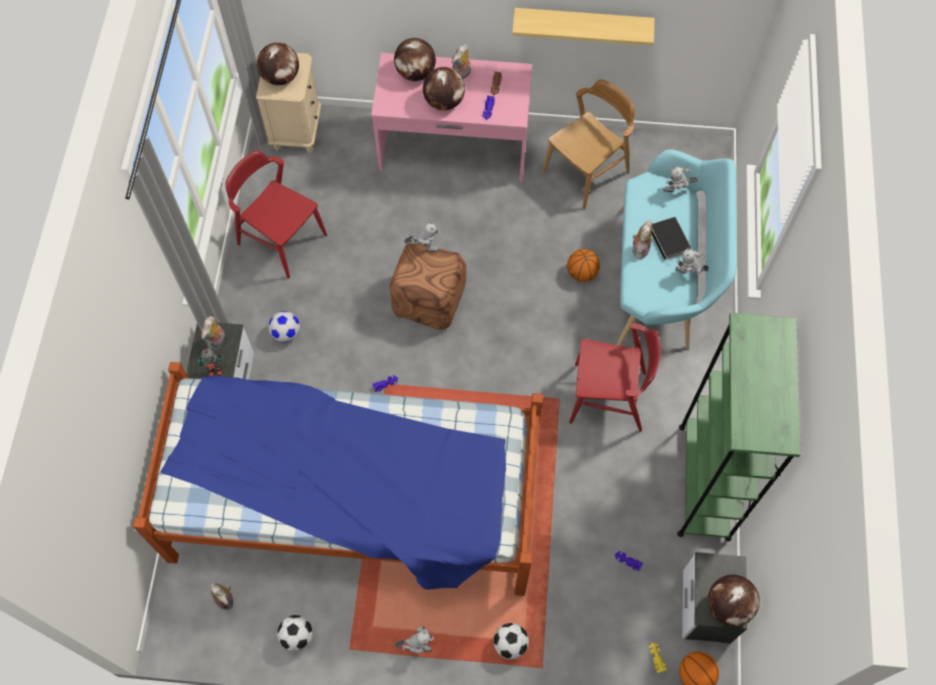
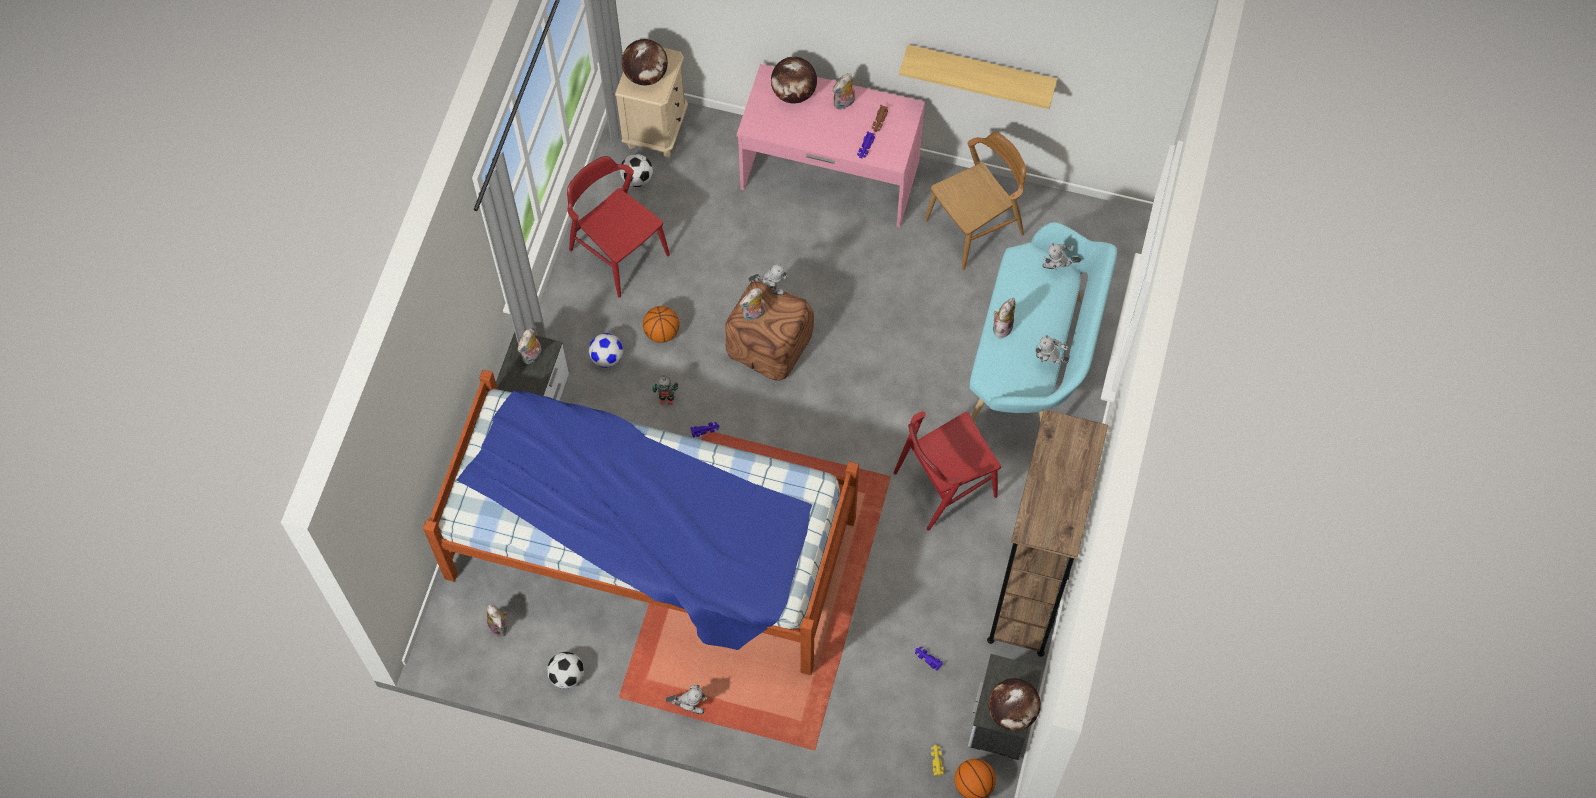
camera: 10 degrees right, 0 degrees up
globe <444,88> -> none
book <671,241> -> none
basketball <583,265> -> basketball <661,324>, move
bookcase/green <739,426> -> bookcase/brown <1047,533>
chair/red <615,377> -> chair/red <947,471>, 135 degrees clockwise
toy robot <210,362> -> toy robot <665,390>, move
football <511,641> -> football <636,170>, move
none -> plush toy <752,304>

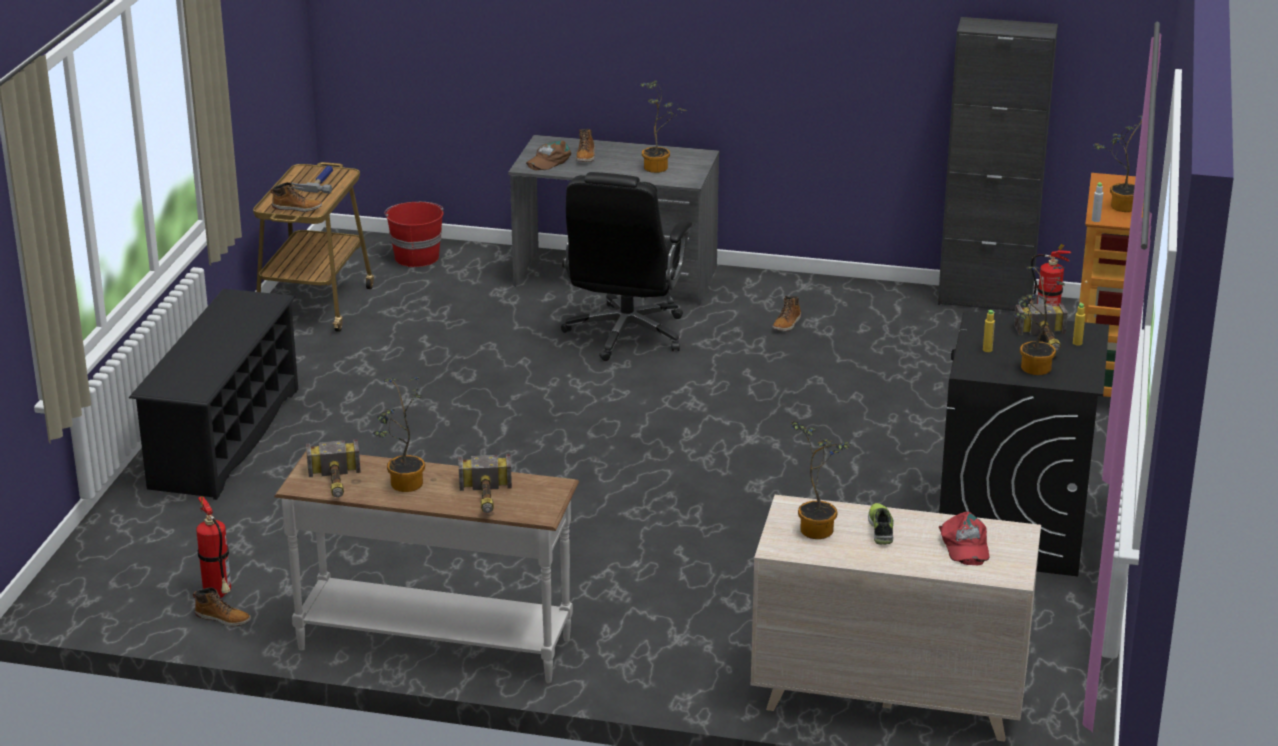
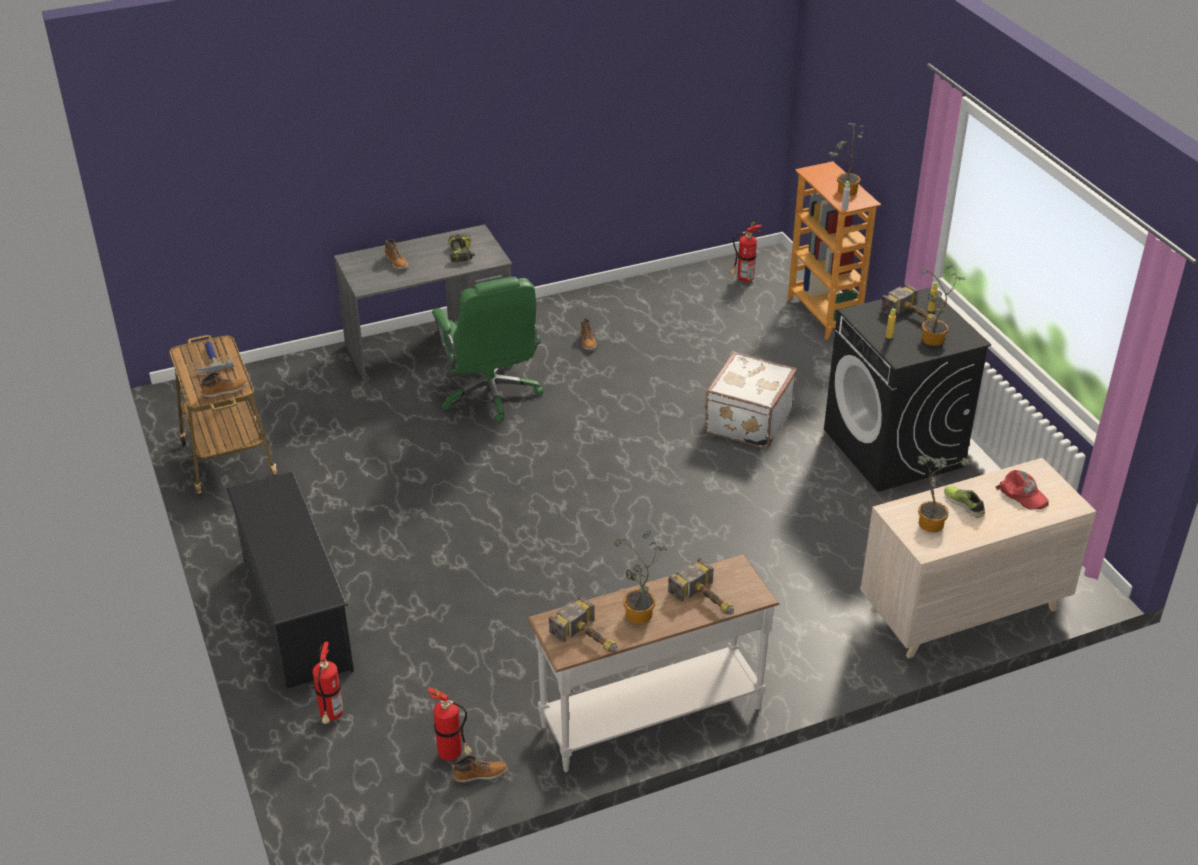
camera: 35 degrees left, 10 degrees up
cabinet/black <998,164> -> none
potted plant <664,126> -> power drill <462,248>
cap/brown <548,155> -> none
office chair/black <626,266> -> office chair/green <487,350>
bucket/red <414,234> -> none
none -> suitcase/white <751,400>
none -> fire extinguisher <328,683>

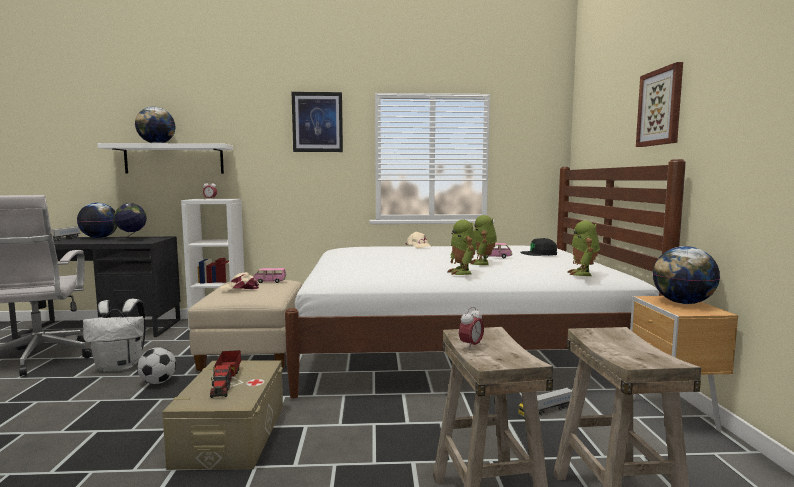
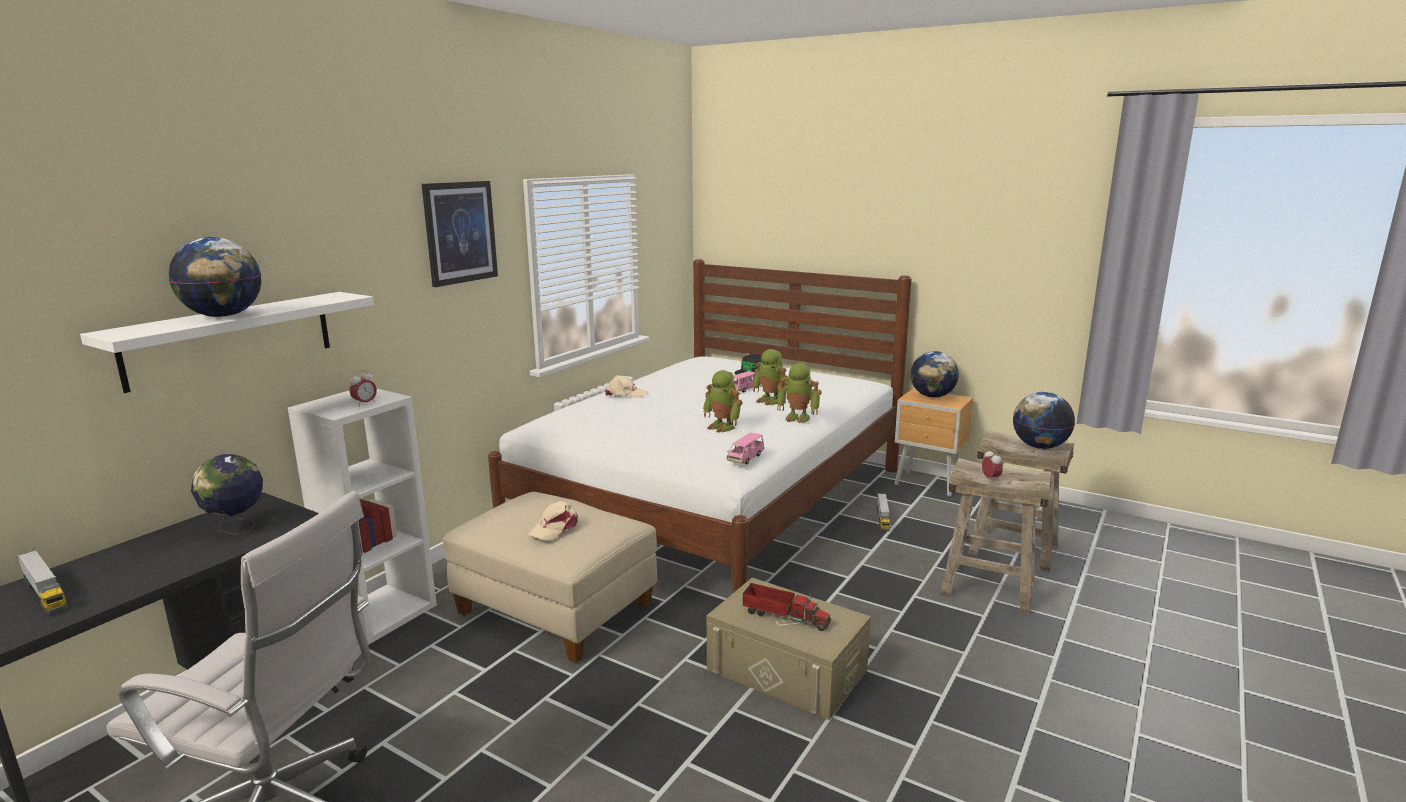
camera: 55 degrees left, 10 degrees up
picture <659,104> -> none
globe <97,220> -> globe <1044,420>, move
toy robot <584,248> -> toy robot <722,401>, move
toy car/pink <270,275> -> toy car/pink <745,448>, move
backpack/white <114,335> -> none
football <156,365> -> none

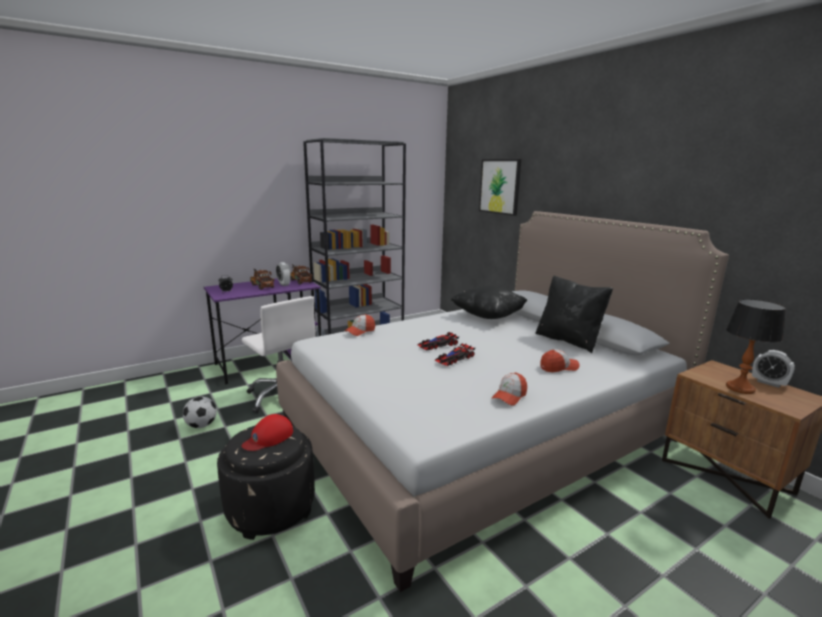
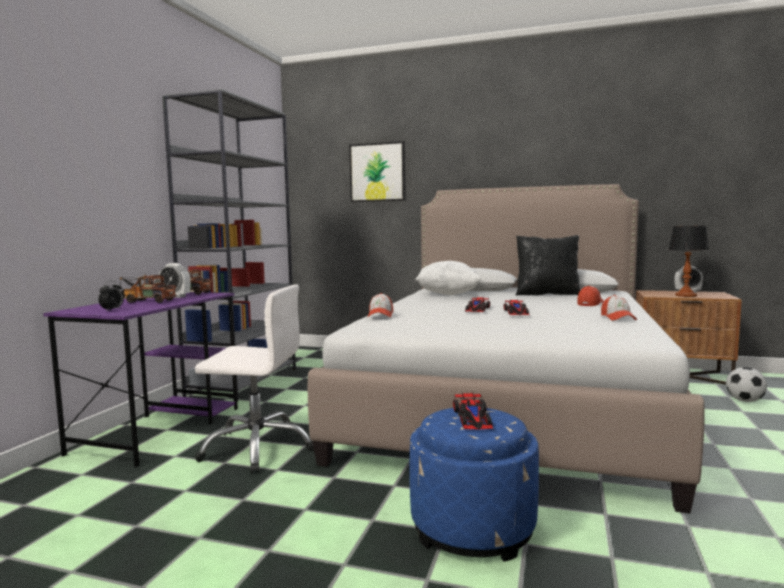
camera: 40 degrees left, 10 degrees down
pillow/black <489,302> -> pillow/white <448,278>
football <200,412> -> football <746,384>, move
cap/red <267,432> -> toy car <473,411>
ottoman/black <266,482> -> ottoman/blue <474,485>

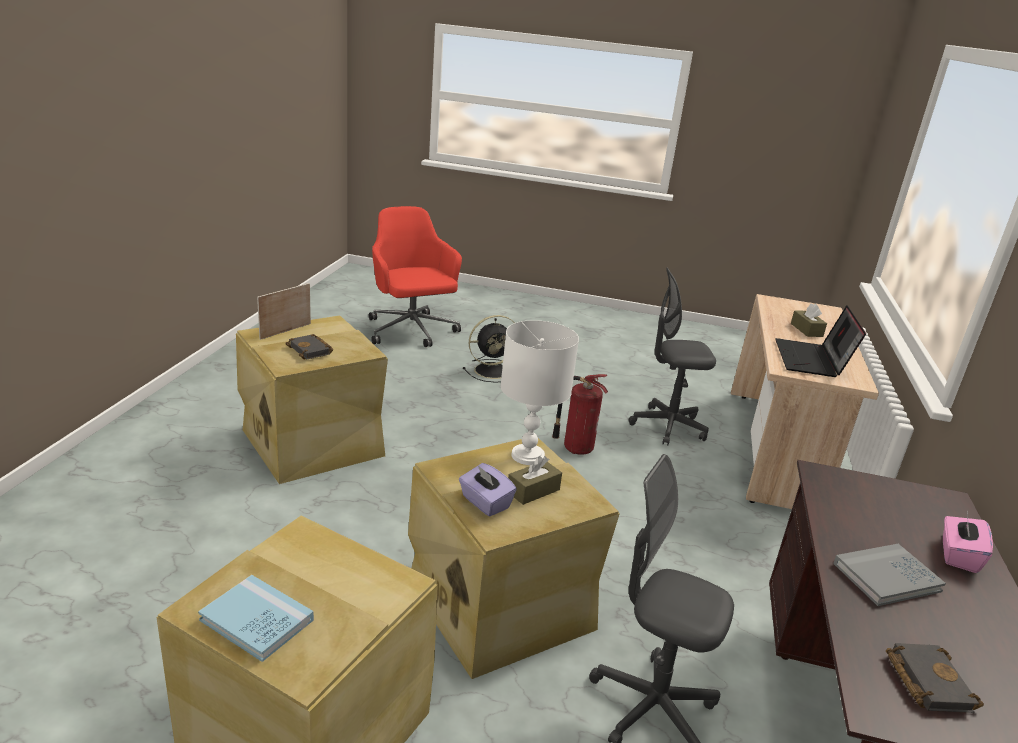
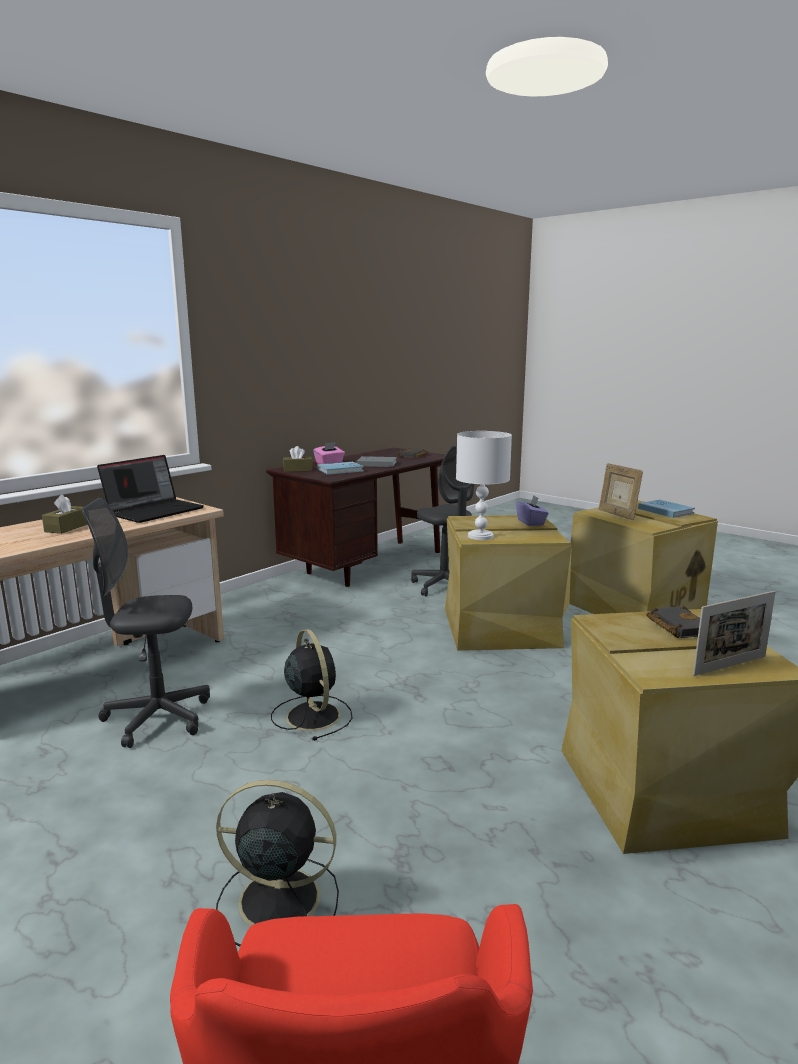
camera: 150 degrees left, 10 degrees down
office chair/grey <672,357> -> office chair/grey <146,623>, 150 degrees clockwise
fire extinguisher <580,414> -> fan/black <311,685>
tissue box/brown <535,480> -> tissue box/brown <298,459>, move
none -> book/blue <340,468>
none -> picture frame <621,491>

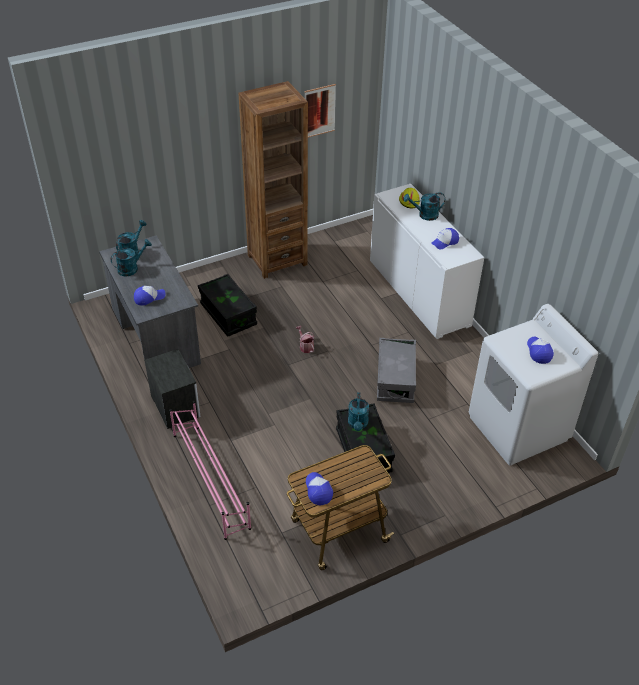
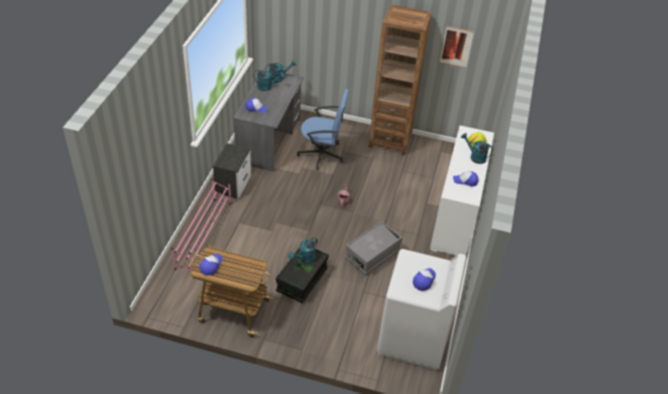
camera: 40 degrees right, 0 degrees up
storage box/black <227,305> -> office chair/blue <323,129>

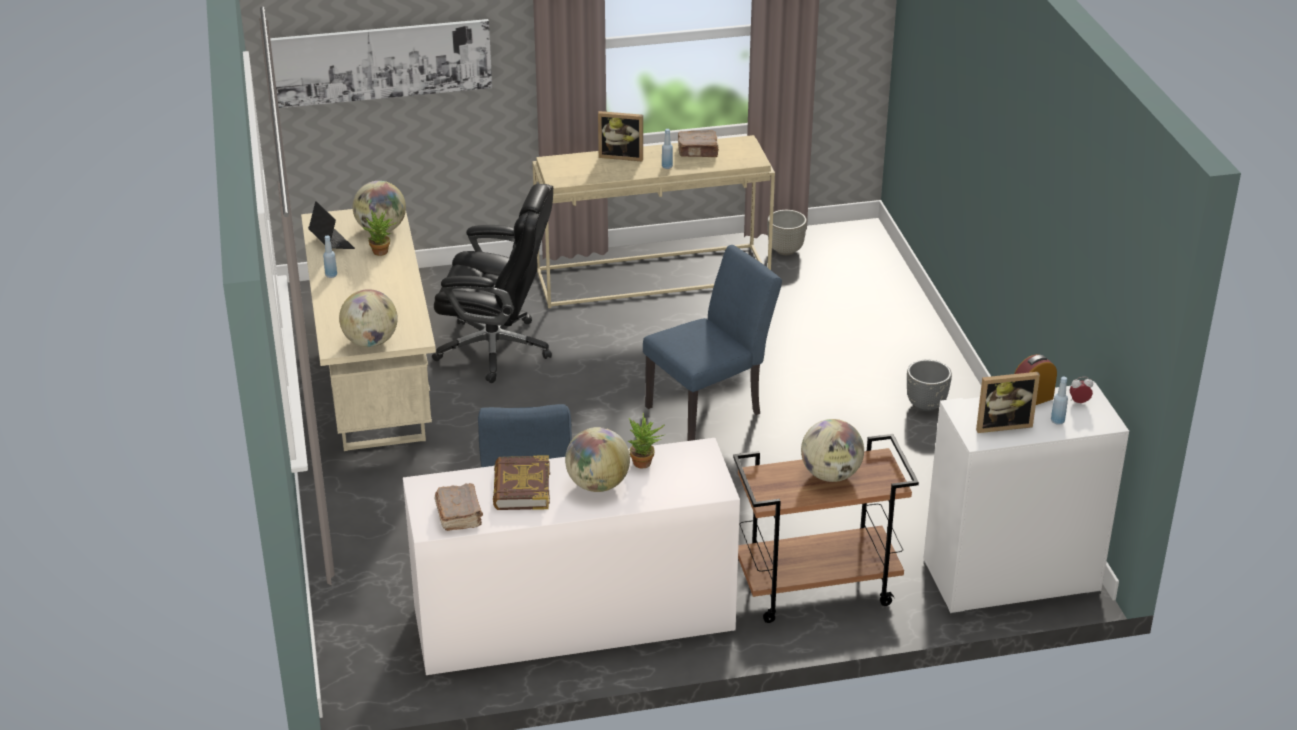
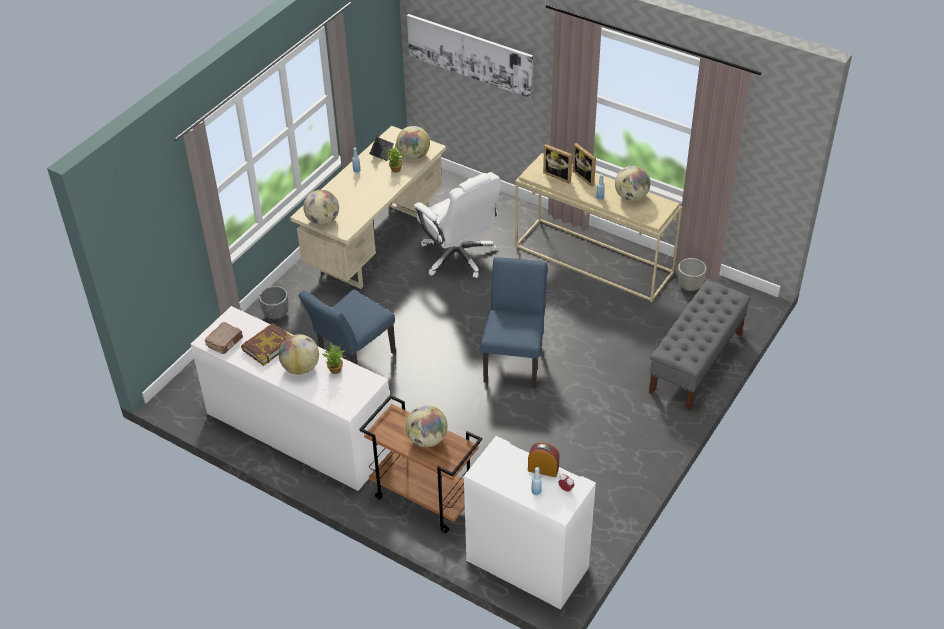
camera: 45 degrees right, 10 degrees up
book/brown <698,143> -> globe <633,183>
office chair/black <492,283> -> office chair/white <457,225>
chair/blue <712,343> -> chair/blue <514,322>, 90 degrees counterclockwise
planter/grey <929,385> -> planter/grey <273,303>, move
picture frame <1008,402> -> picture frame <557,164>, move
none -> bench/grey <700,345>

